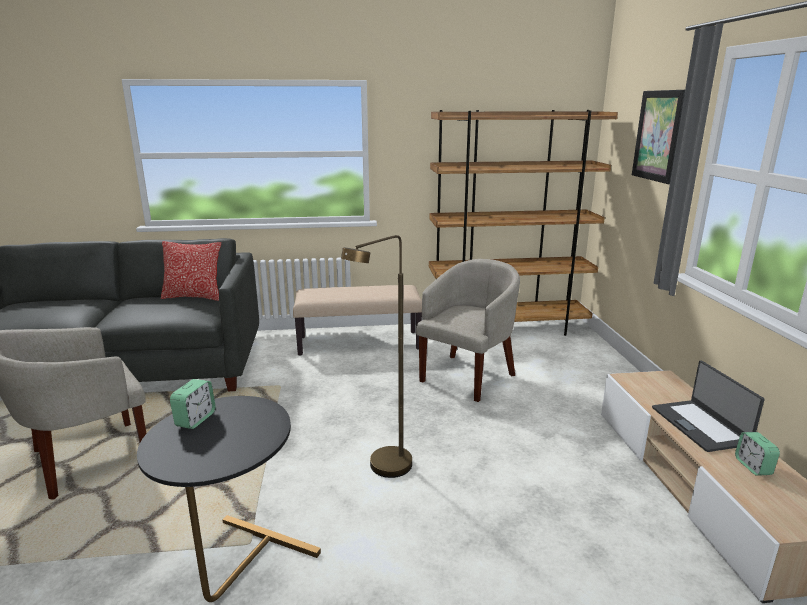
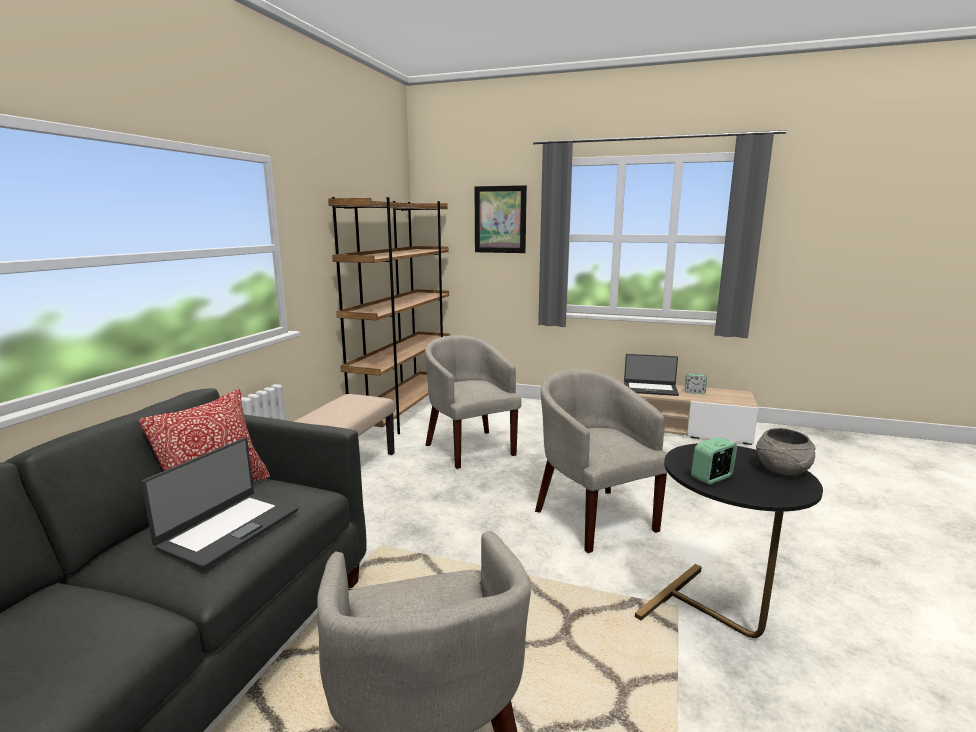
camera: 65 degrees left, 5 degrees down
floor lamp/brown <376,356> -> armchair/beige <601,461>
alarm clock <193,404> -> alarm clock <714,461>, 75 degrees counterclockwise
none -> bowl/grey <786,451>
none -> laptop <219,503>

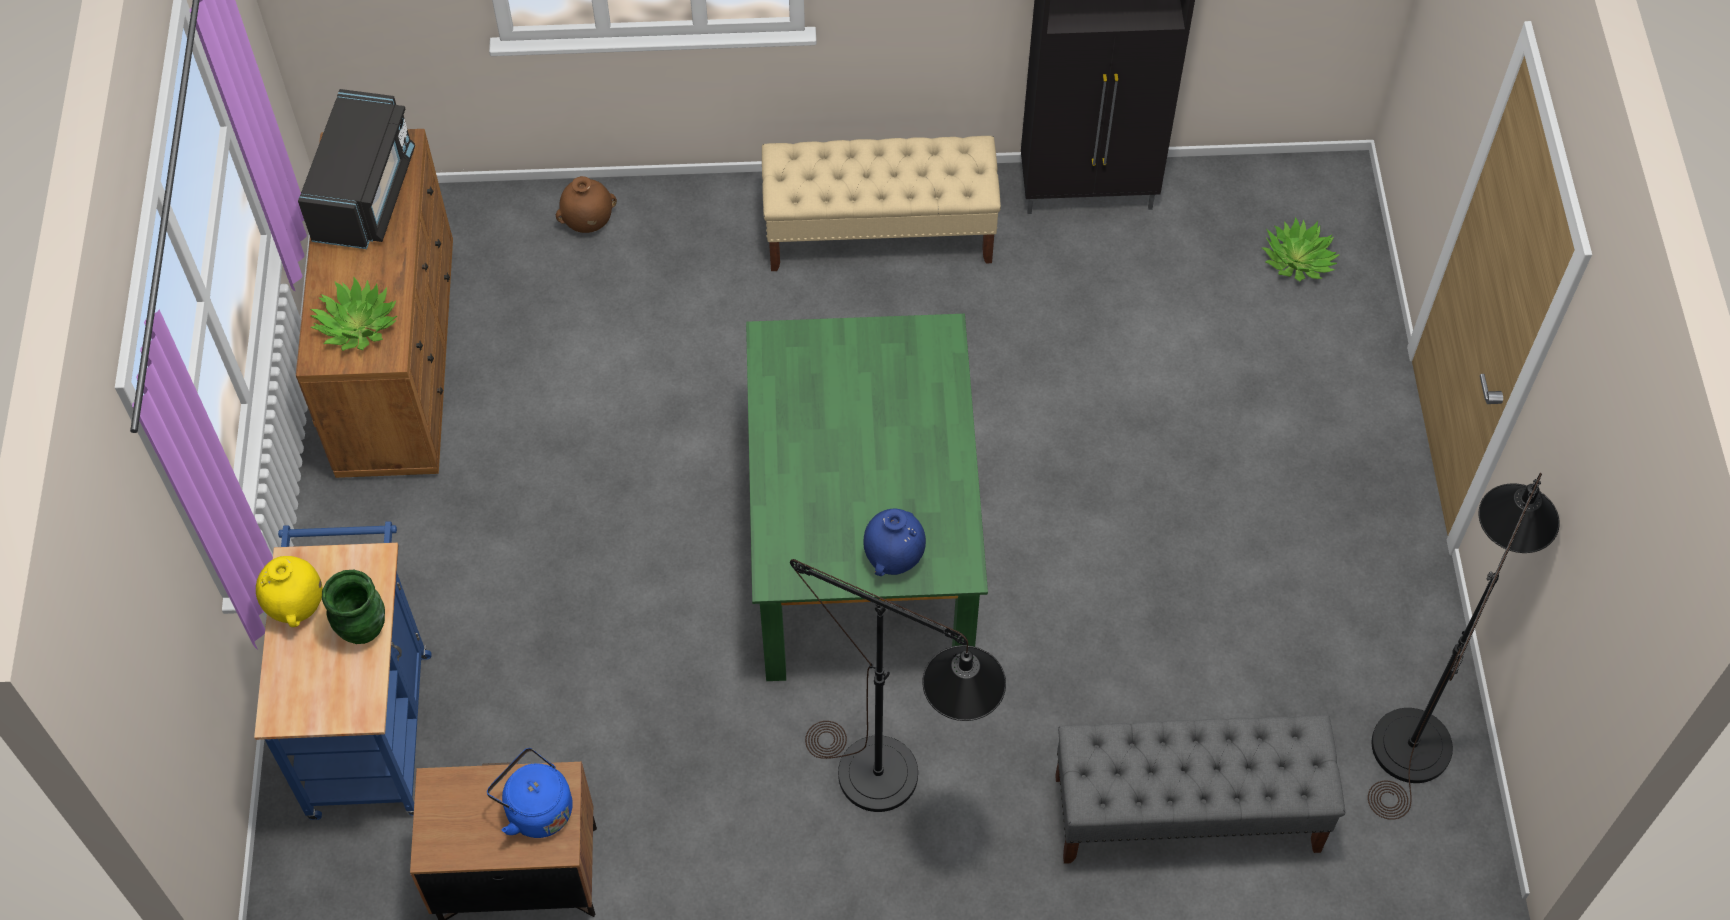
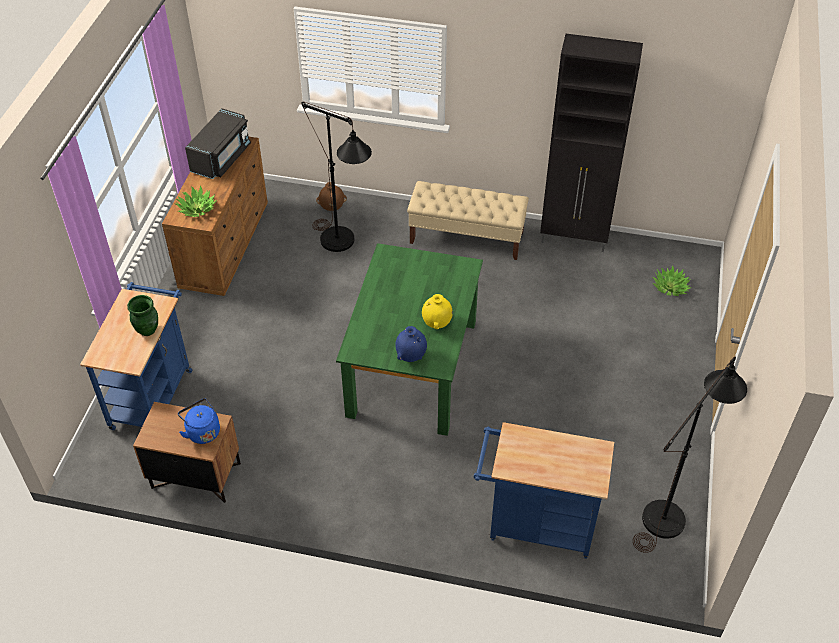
camera: 15 degrees right, 10 degrees down
vase/yellow <289,591> -> vase/yellow <437,311>, move
floor lamp/black <898,685> -> floor lamp/black <337,176>, move
bench/grey <1200,789> -> cart/blue <544,490>

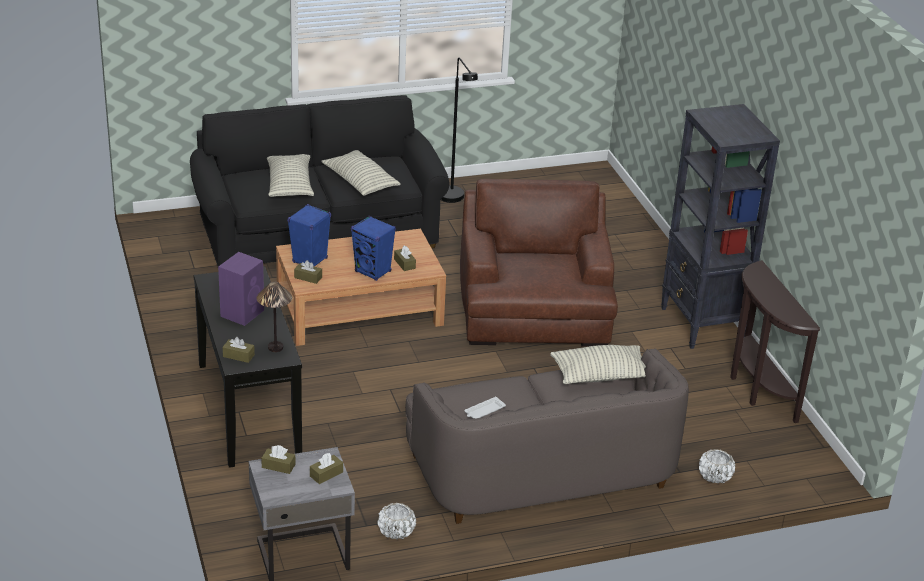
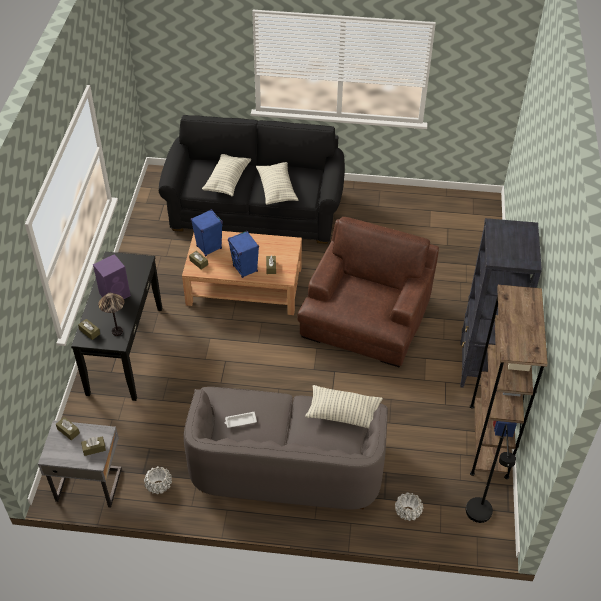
camera: 25 degrees right, 15 degrees up
floor lamp/black <459,130> -> floor lamp/black <491,473>, move
console table/brown <775,341> -> bookcase/brown <509,382>

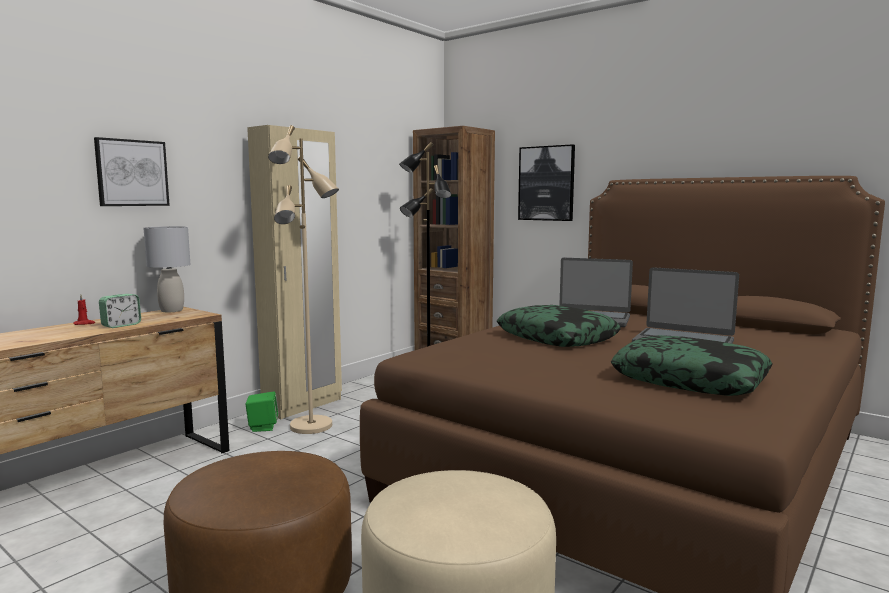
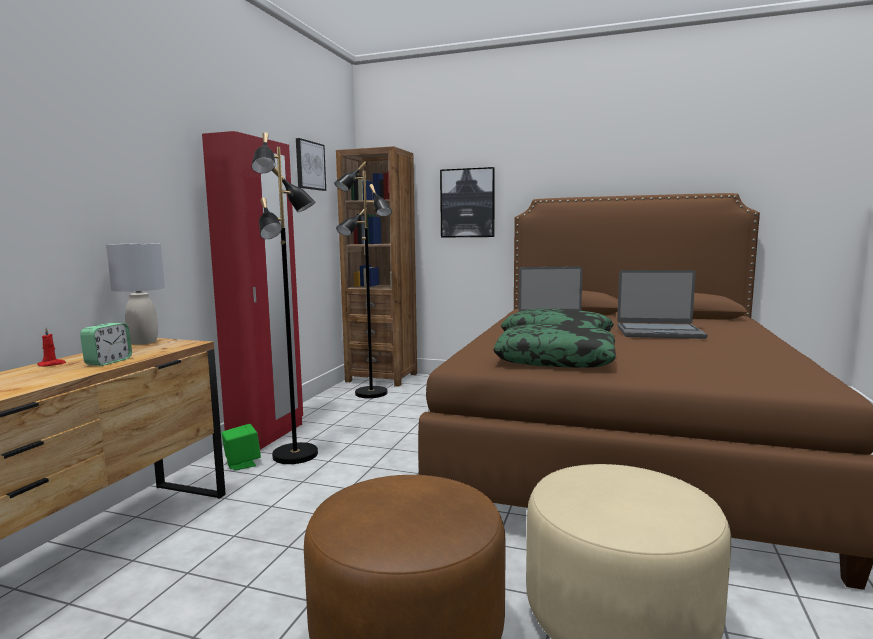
camera: 20 degrees left, 0 degrees up
wardrobe/beige <294,272> -> wardrobe/red <252,290>
floor lamp/beige <303,279> -> floor lamp/black <285,298>
picture <132,171> -> picture <311,164>, move
pillow <692,365> -> pillow <554,346>, move

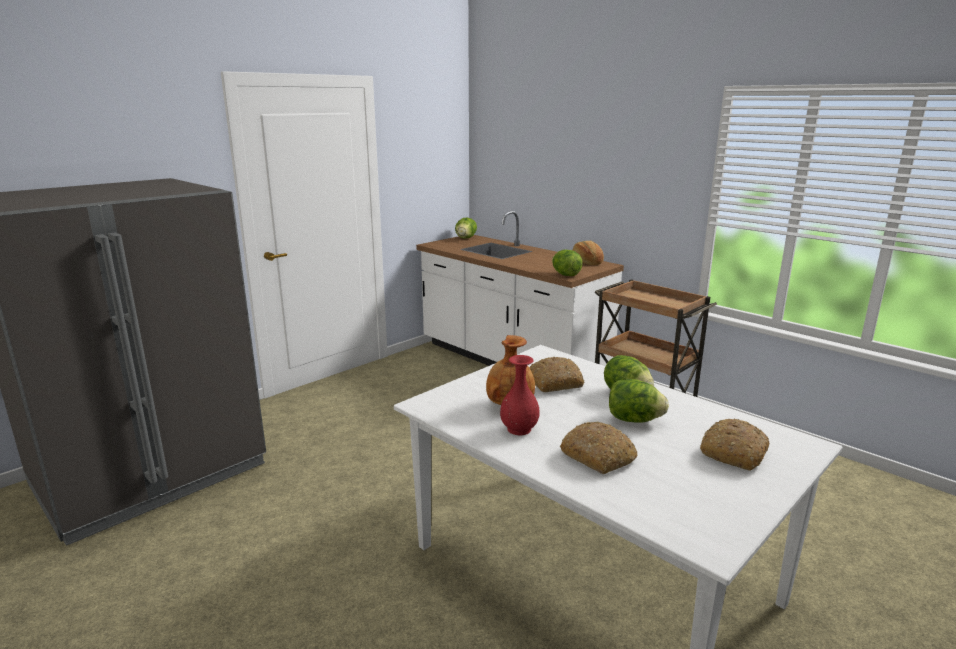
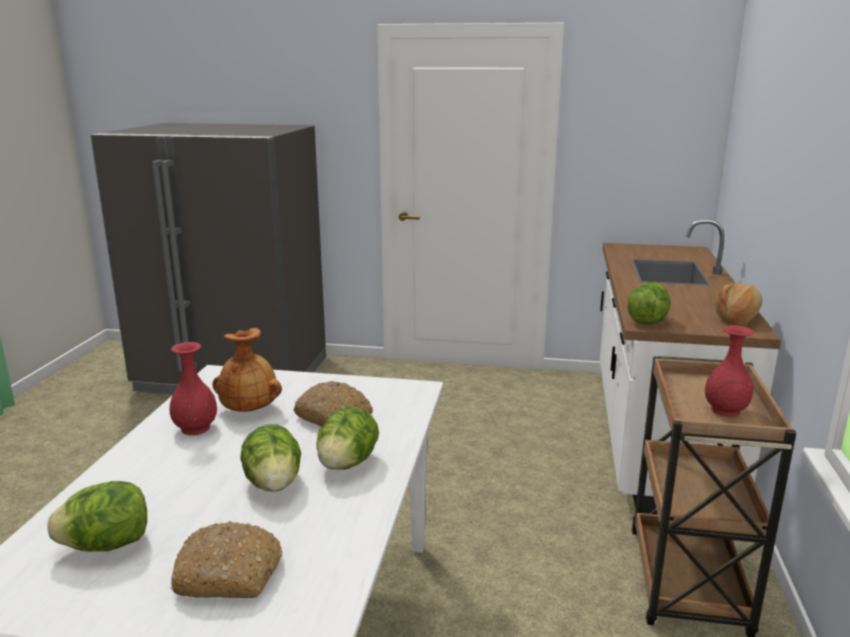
camera: 55 degrees right, 0 degrees up
lettuce <466,228> -> lettuce <97,516>, move
bread <599,448> -> none
none -> vase/red <729,371>

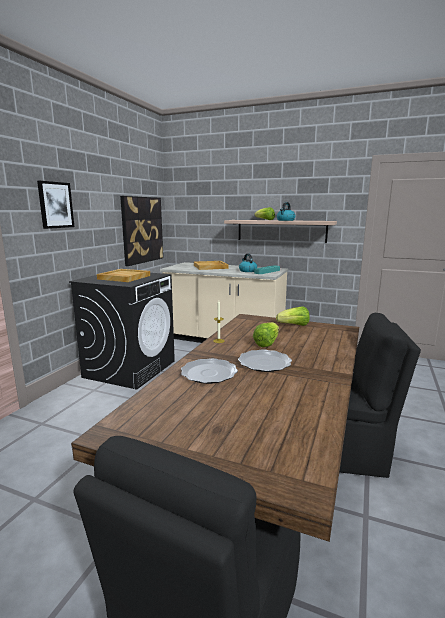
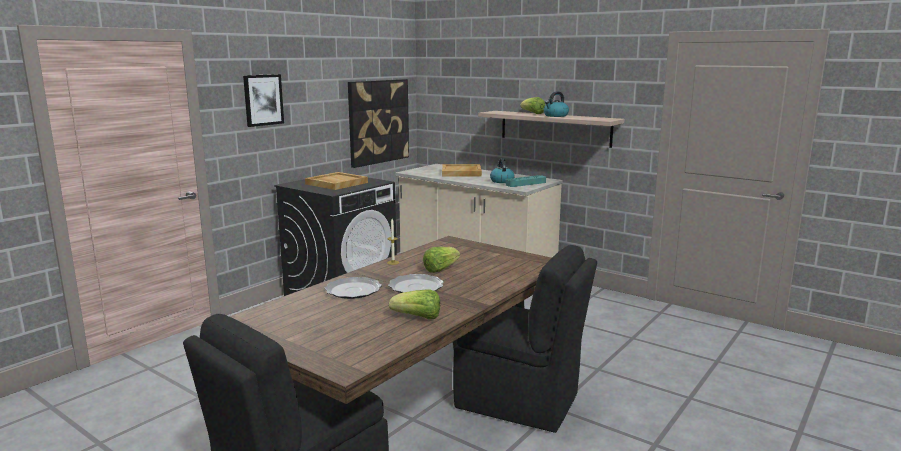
camera: 15 degrees right, 0 degrees up
lettuce <293,316> -> lettuce <414,304>, move

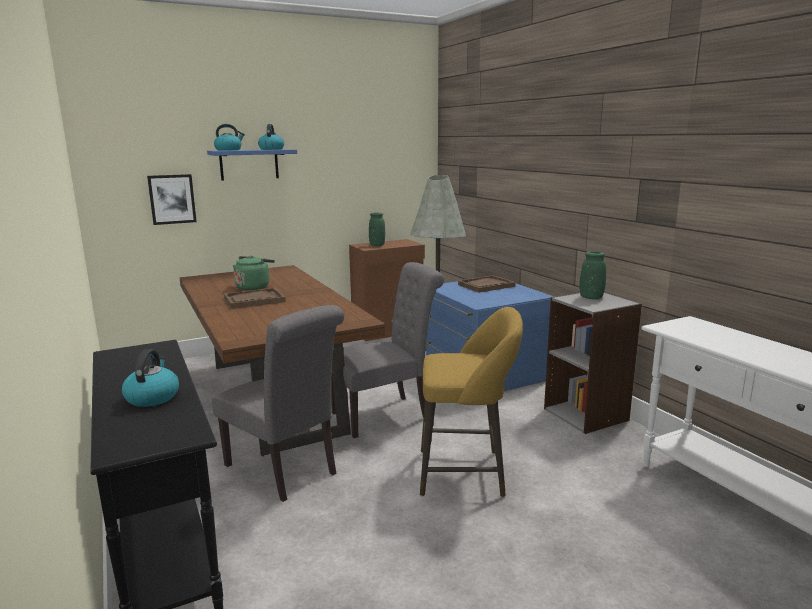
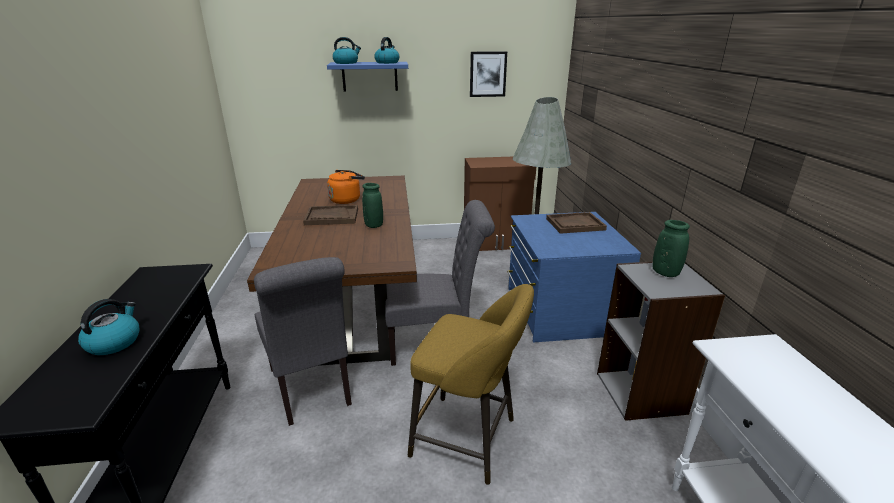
camera: 20 degrees right, 10 degrees up
picture <172,199> -> picture <488,74>, move
vase/green <377,229> -> vase/green <372,205>, move
kettle/green <254,272> -> kettle/orange <346,187>

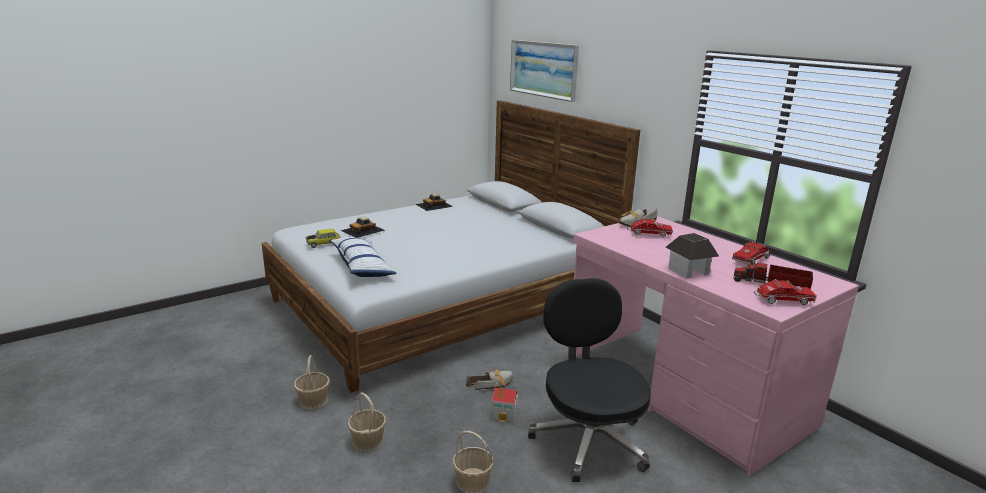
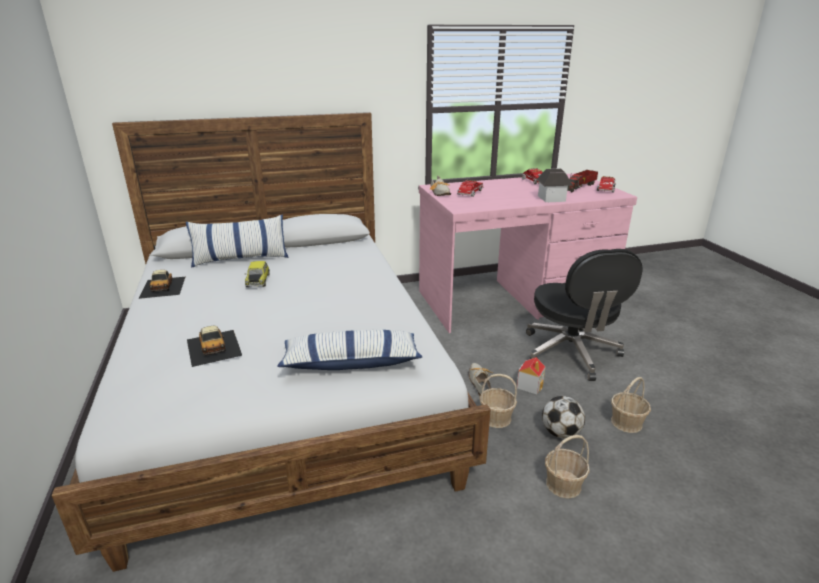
camera: 70 degrees left, 5 degrees up
picture <544,71> -> none
toy car <323,238> -> toy car <257,274>, move
office chair/black <589,380> -> office chair/black <584,315>, 105 degrees counterclockwise
basket <312,382> -> basket <498,401>, move
none -> pillow <237,241>
none -> football <563,417>

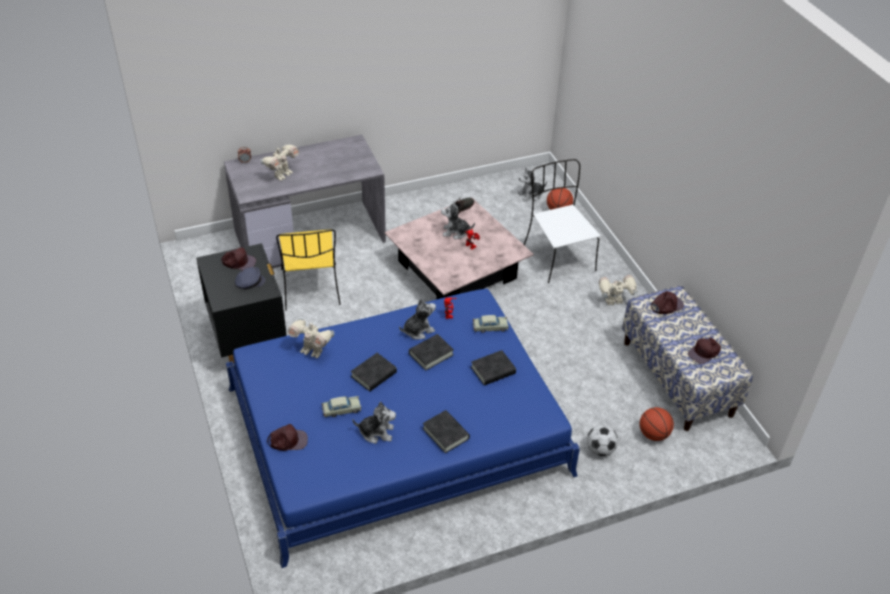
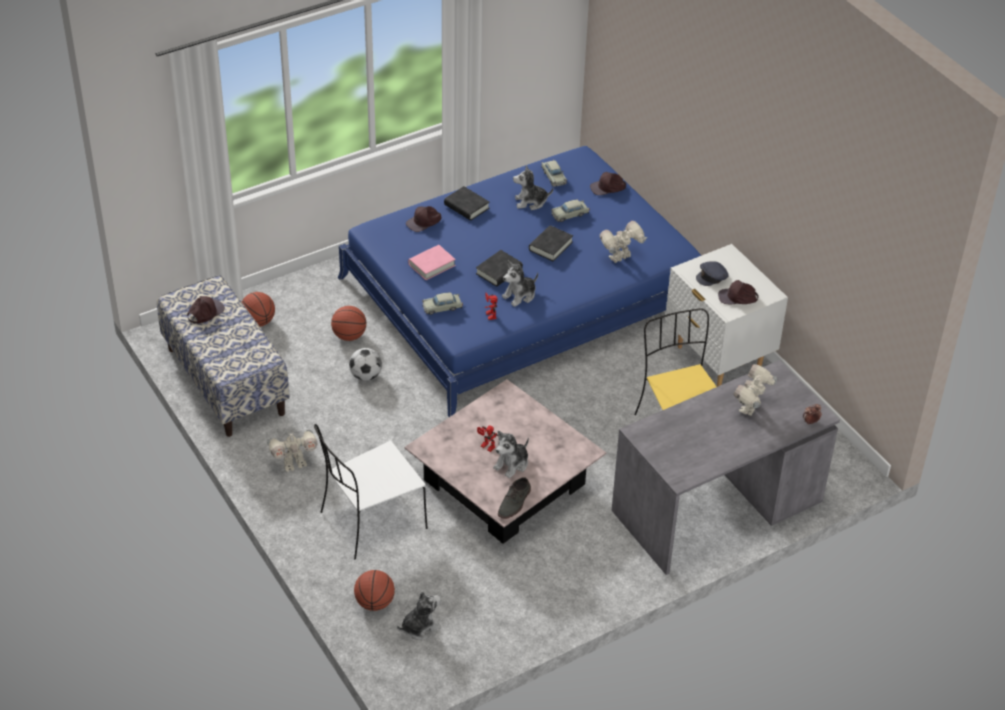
camera: 170 degrees right, 0 degrees up
chair/white <562,221> -> chair/white <370,491>, 90 degrees clockwise
plush toy <458,220> -> plush toy <511,454>, 135 degrees clockwise
nightstand/black <241,303> -> nightstand/white <726,315>
cap/brown <667,302> -> cap/brown <423,219>, move
toy robot <311,338> -> toy robot <623,242>, 45 degrees counterclockwise
book/black <493,368> -> book/pink <432,262>
football <602,440> -> football <365,364>, move
none -> toy car/beige <554,173>
none -> basketball <349,323>

